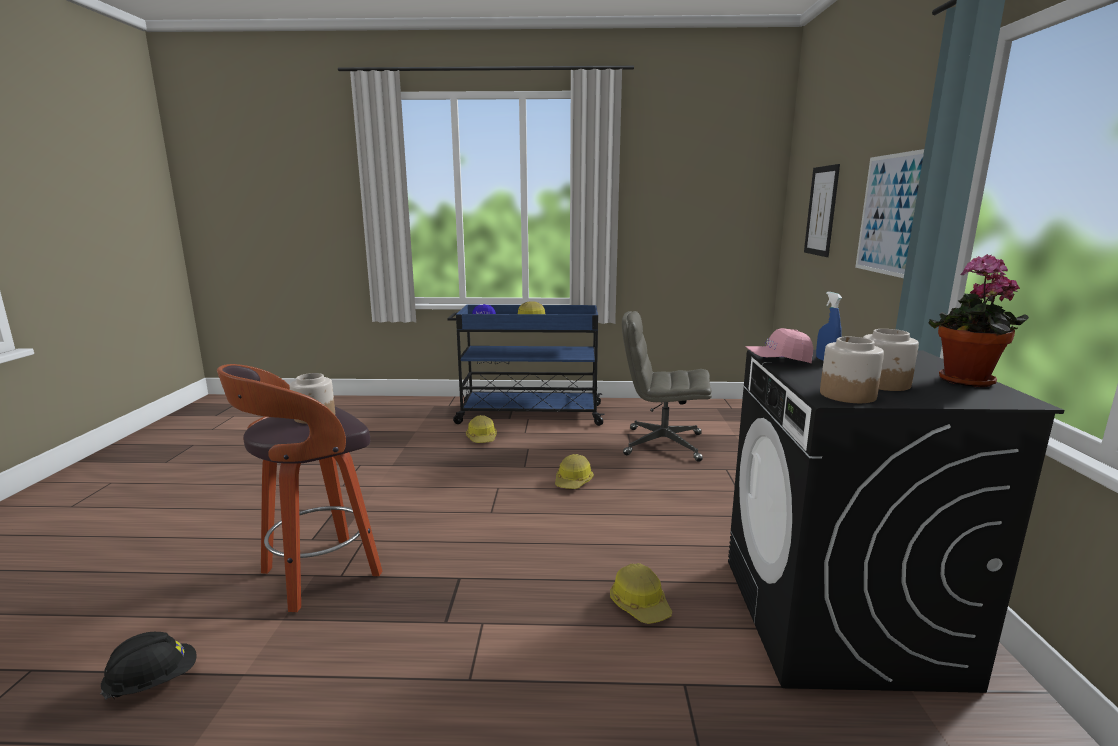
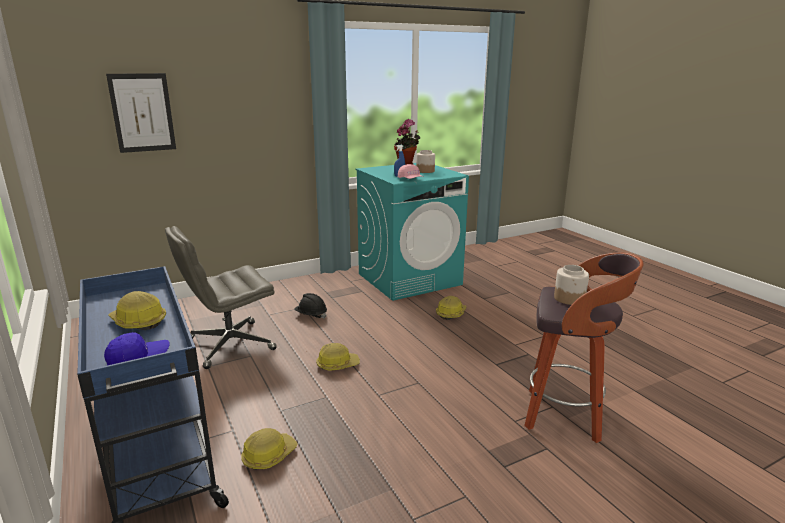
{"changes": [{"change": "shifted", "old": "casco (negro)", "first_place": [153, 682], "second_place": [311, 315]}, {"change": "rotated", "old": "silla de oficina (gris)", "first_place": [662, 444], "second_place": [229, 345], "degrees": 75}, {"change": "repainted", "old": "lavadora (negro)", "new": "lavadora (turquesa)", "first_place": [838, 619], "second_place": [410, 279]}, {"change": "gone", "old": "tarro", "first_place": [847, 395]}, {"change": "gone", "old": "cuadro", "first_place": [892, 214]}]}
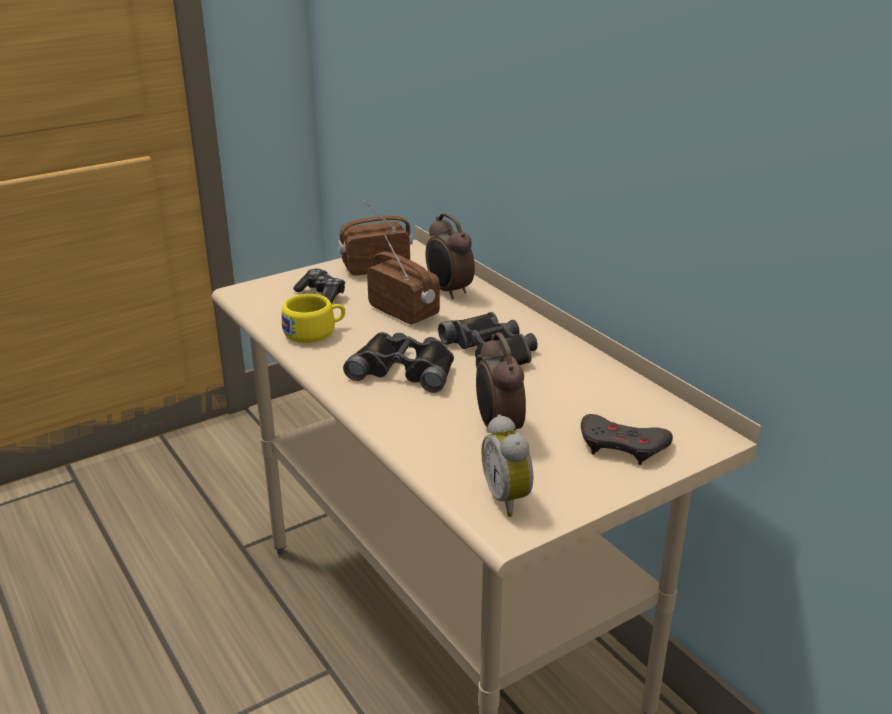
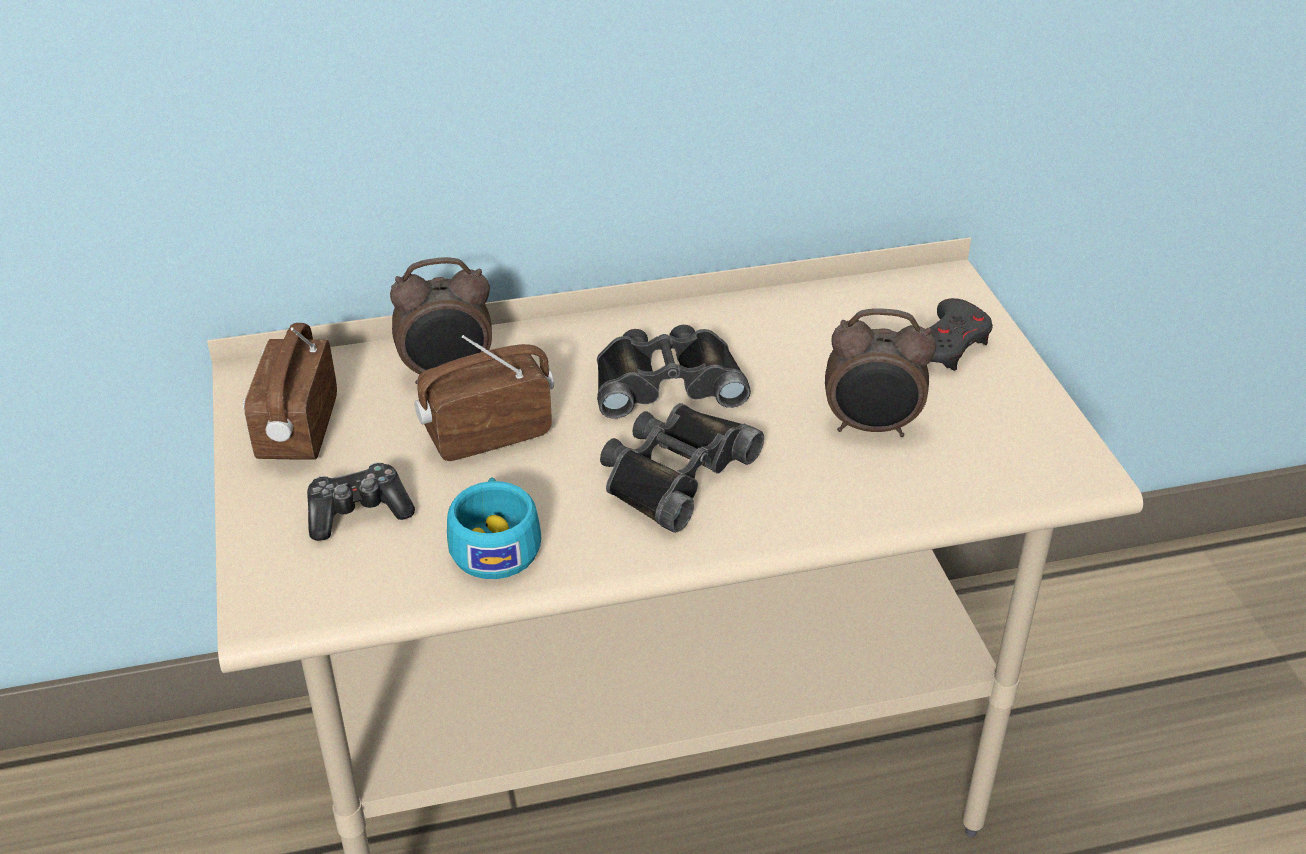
{"changes": [{"change": "repainted", "old": "taza (amarillo)", "new": "taza (turquesa)", "first_place": [315, 332], "second_place": [495, 544]}, {"change": "gone", "old": "despertador", "first_place": [509, 498]}]}
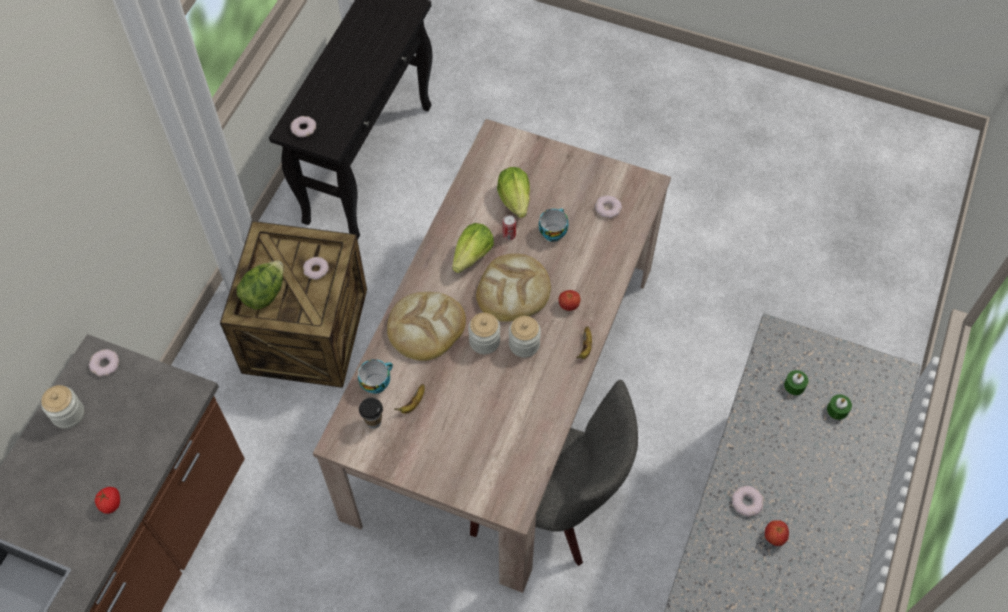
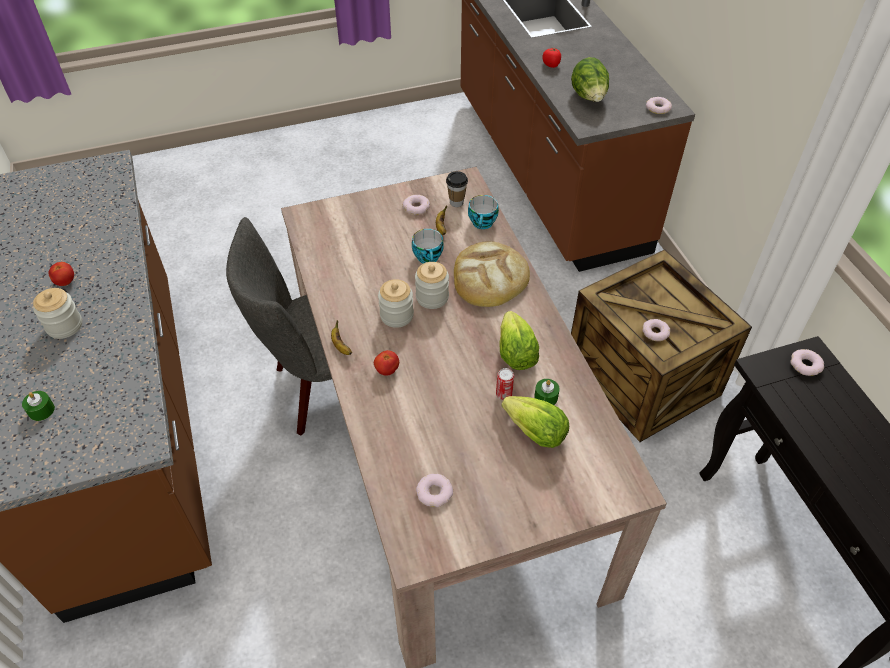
{"changes": [{"change": "shifted", "old": "tarro", "first_place": [68, 414], "second_place": [64, 326]}, {"change": "shifted", "old": "lechuga", "first_place": [264, 294], "second_place": [589, 97]}, {"change": "gone", "old": "pan", "first_place": [513, 290]}, {"change": "shifted", "old": "taza", "first_place": [552, 231], "second_place": [429, 258]}, {"change": "shifted", "old": "rosquilla", "first_place": [746, 502], "second_place": [416, 207]}, {"change": "shifted", "old": "vela (verde)", "first_place": [794, 385], "second_place": [546, 397]}]}
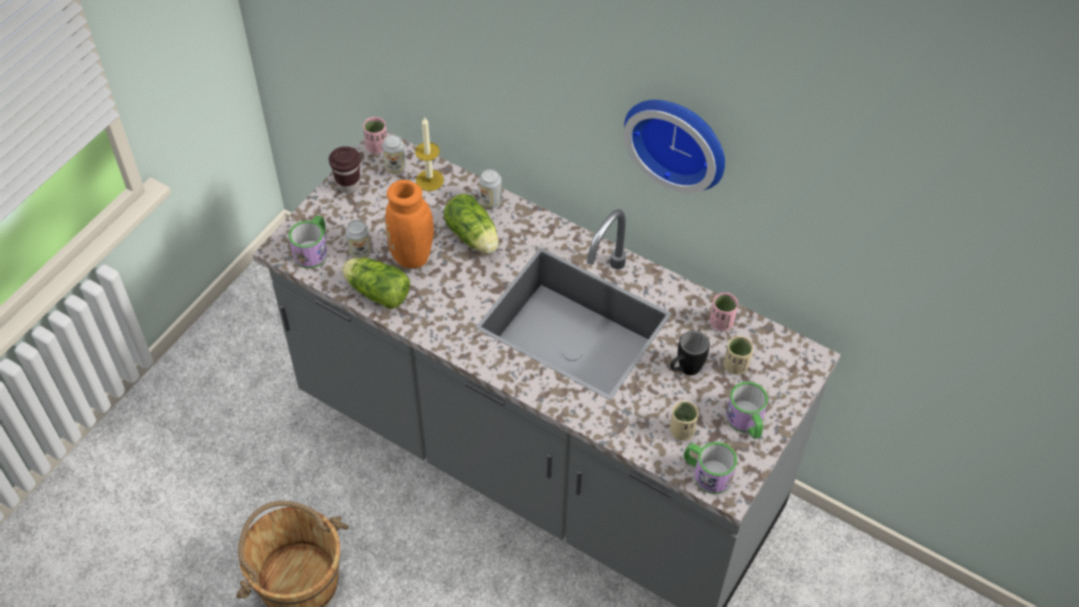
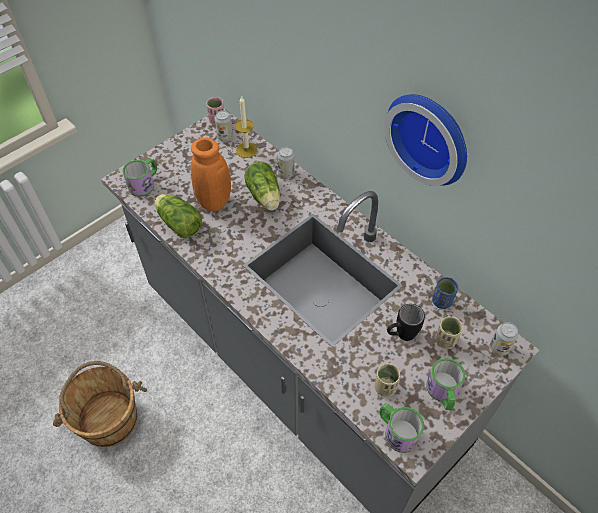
{"changes": [{"change": "gone", "old": "taza (marrón)", "first_place": [348, 185]}, {"change": "shifted", "old": "lata", "first_place": [360, 252], "second_place": [499, 347]}, {"change": "repainted", "old": "taza (rosa)", "new": "taza (azul)", "first_place": [721, 322], "second_place": [442, 301]}]}
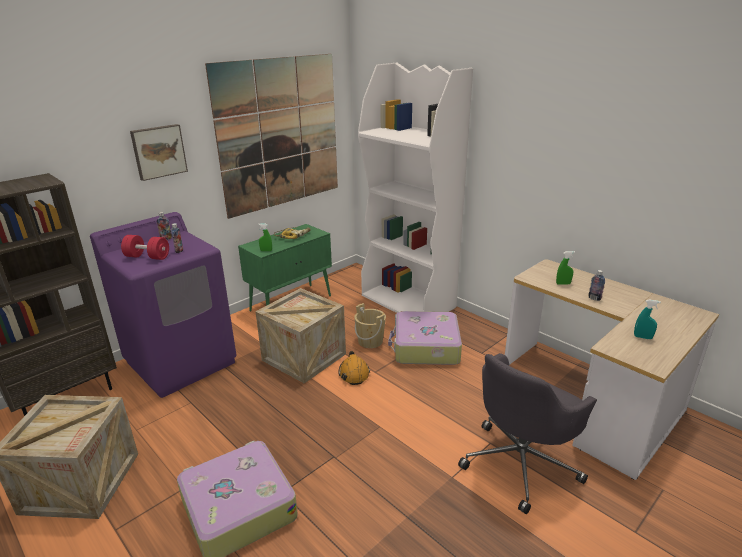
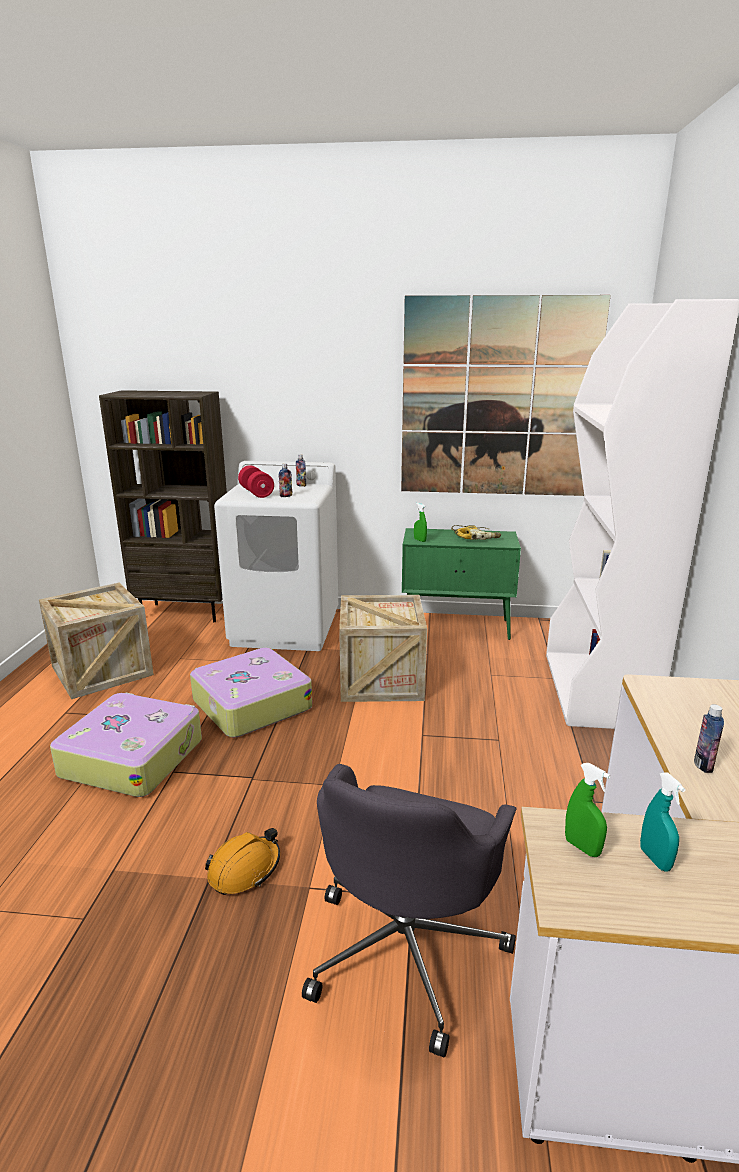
{"changes": [{"change": "repainted", "old": "lavadora (morado)", "new": "lavadora (blanco)", "first_place": [181, 361], "second_place": [286, 628]}, {"change": "gone", "old": "cuadro", "first_place": [158, 151]}, {"change": "shifted", "old": "casco (naranja)", "first_place": [354, 373], "second_place": [244, 869]}, {"change": "gone", "old": "cubo (beis)", "first_place": [370, 341]}, {"change": "shifted", "old": "maleta", "first_place": [425, 347], "second_place": [250, 704]}, {"change": "rotated", "old": "silla de oficina (gris)", "first_place": [520, 463], "second_place": [406, 949], "degrees": -75}, {"change": "shifted", "old": "pulverizador (verde)", "first_place": [563, 284], "second_place": [582, 847]}]}
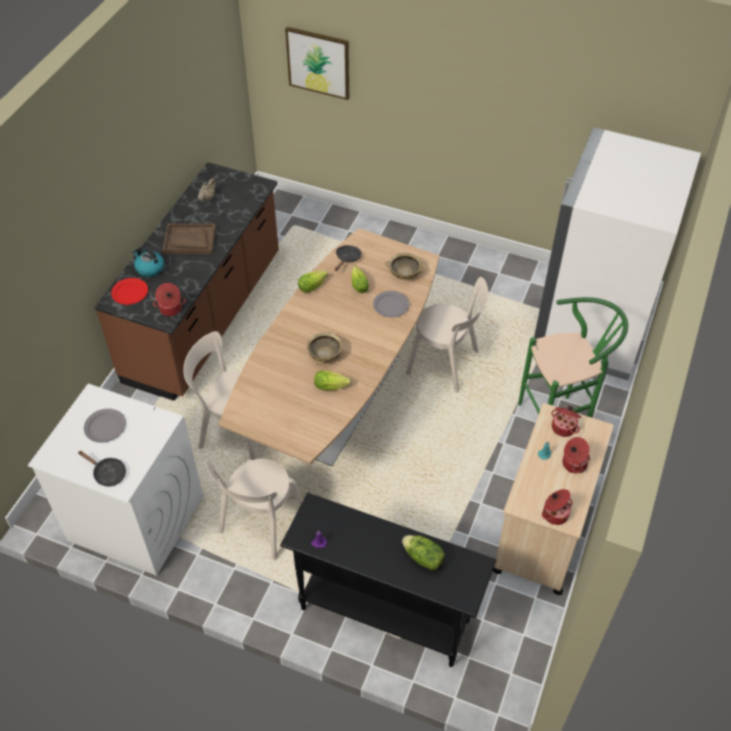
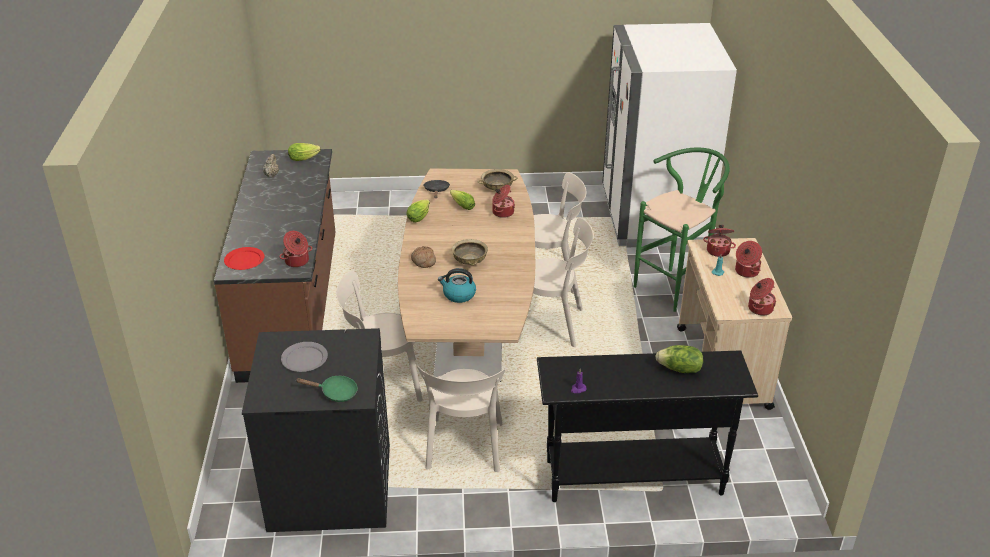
{"changes": [{"change": "repainted", "old": "lavadora (blanco)", "new": "lavadora (negro)", "first_place": [135, 518], "second_place": [329, 488]}, {"change": "repainted", "old": "sartén (negro)", "new": "sartén (verde)", "first_place": [107, 473], "second_place": [335, 393]}, {"change": "shifted", "old": "hervidor", "first_place": [149, 268], "second_place": [458, 295]}, {"change": "gone", "old": "bandeja (marrón)", "first_place": [189, 240]}, {"change": "gone", "old": "cuadro", "first_place": [318, 62]}, {"change": "shifted", "old": "lechuga", "first_place": [332, 386], "second_place": [305, 158]}, {"change": "swapped", "old": "plato (gris)", "new": "olla", "first_place": [390, 305], "second_place": [502, 212]}, {"change": "new", "new": "pan", "second_place": [423, 261]}, {"change": "new", "new": "silla (beis)", "second_place": [554, 325]}]}
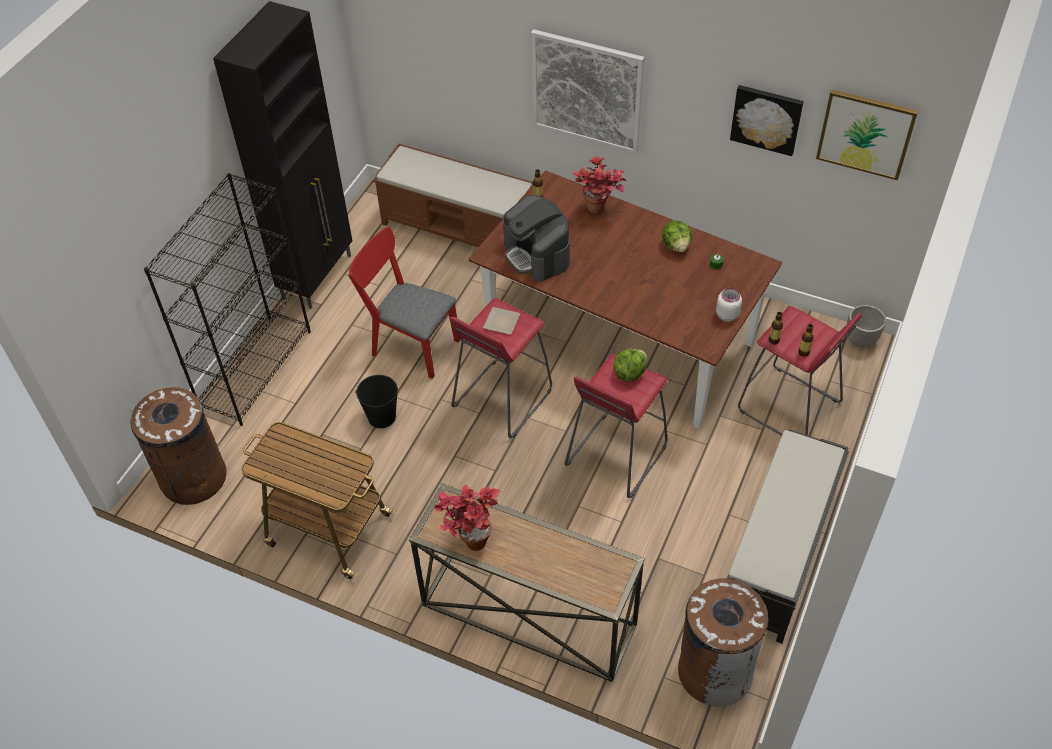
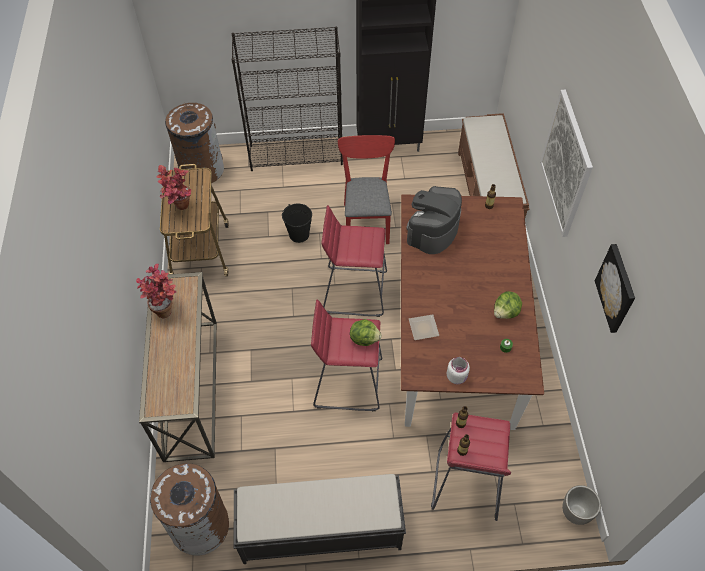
{"changes": [{"change": "shifted", "old": "plato", "first_place": [501, 321], "second_place": [424, 327]}, {"change": "shifted", "old": "planta en maceta", "first_place": [600, 211], "second_place": [180, 209]}, {"change": "gone", "old": "cuadro", "first_place": [865, 134]}]}
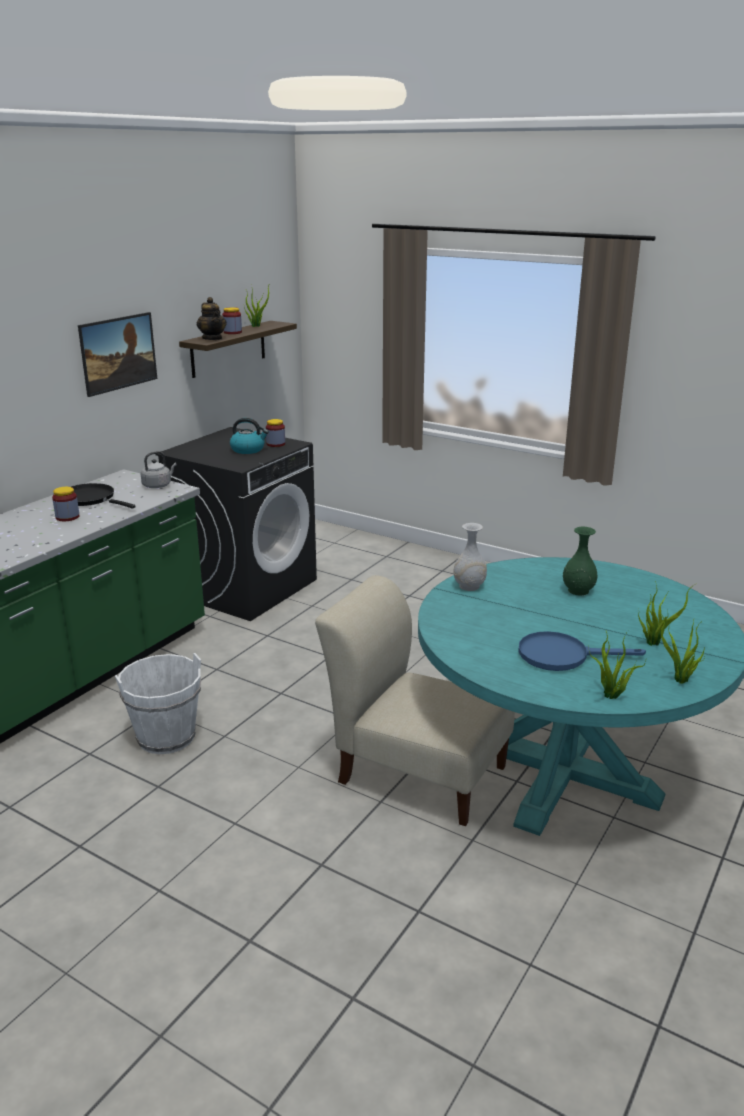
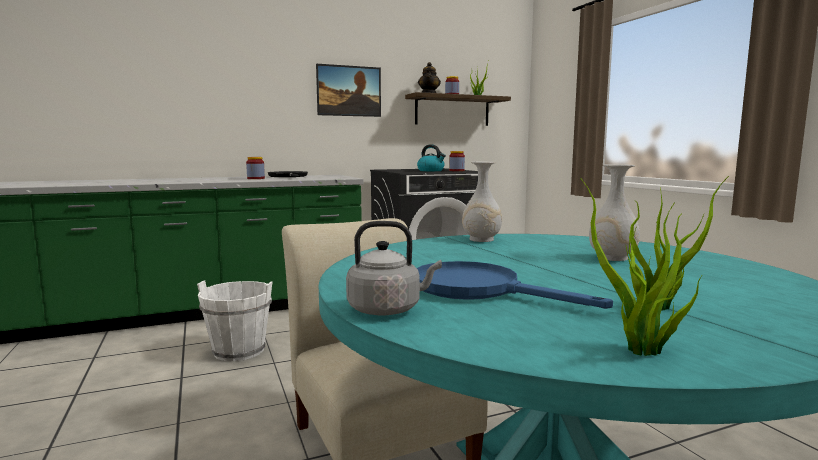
{"changes": [{"change": "shifted", "old": "hervidor (gris)", "first_place": [158, 485], "second_place": [388, 309]}, {"change": "repainted", "old": "florero (verde)", "new": "florero (blanco)", "first_place": [578, 590], "second_place": [612, 257]}, {"change": "gone", "old": "planta en maceta", "first_place": [611, 696]}]}
